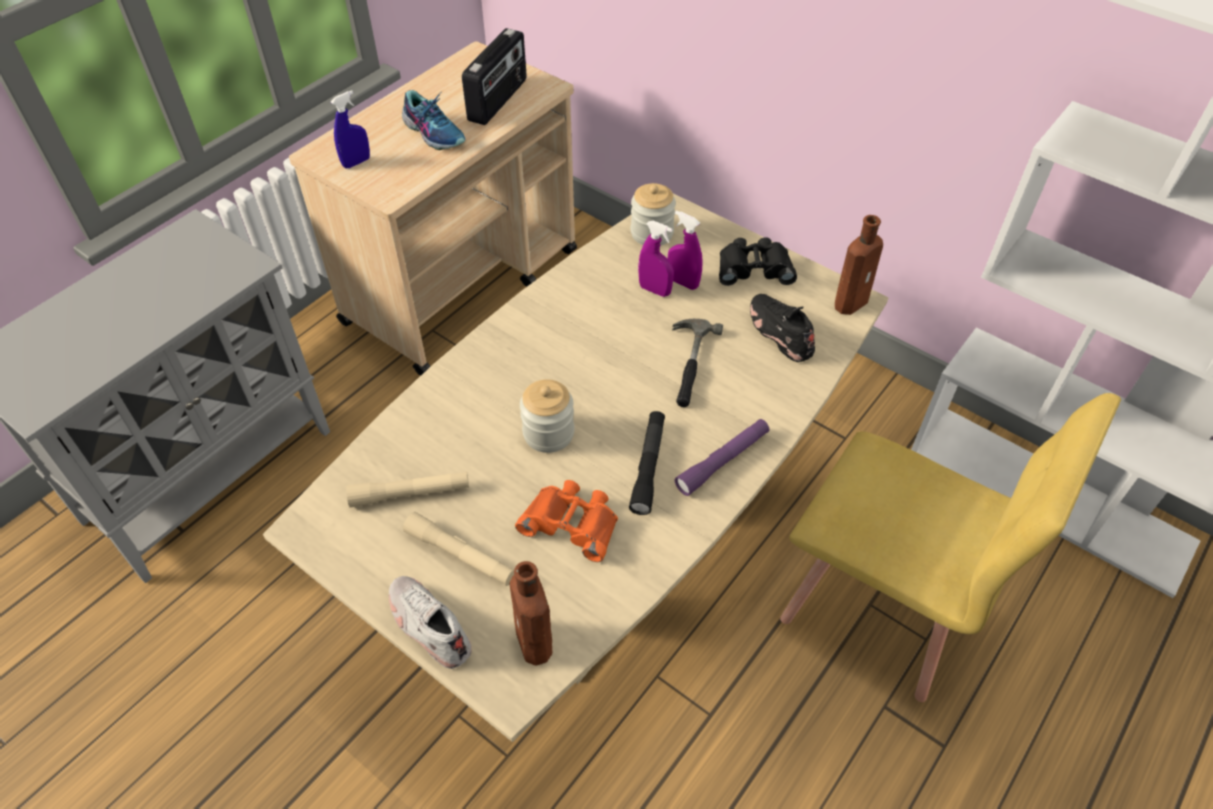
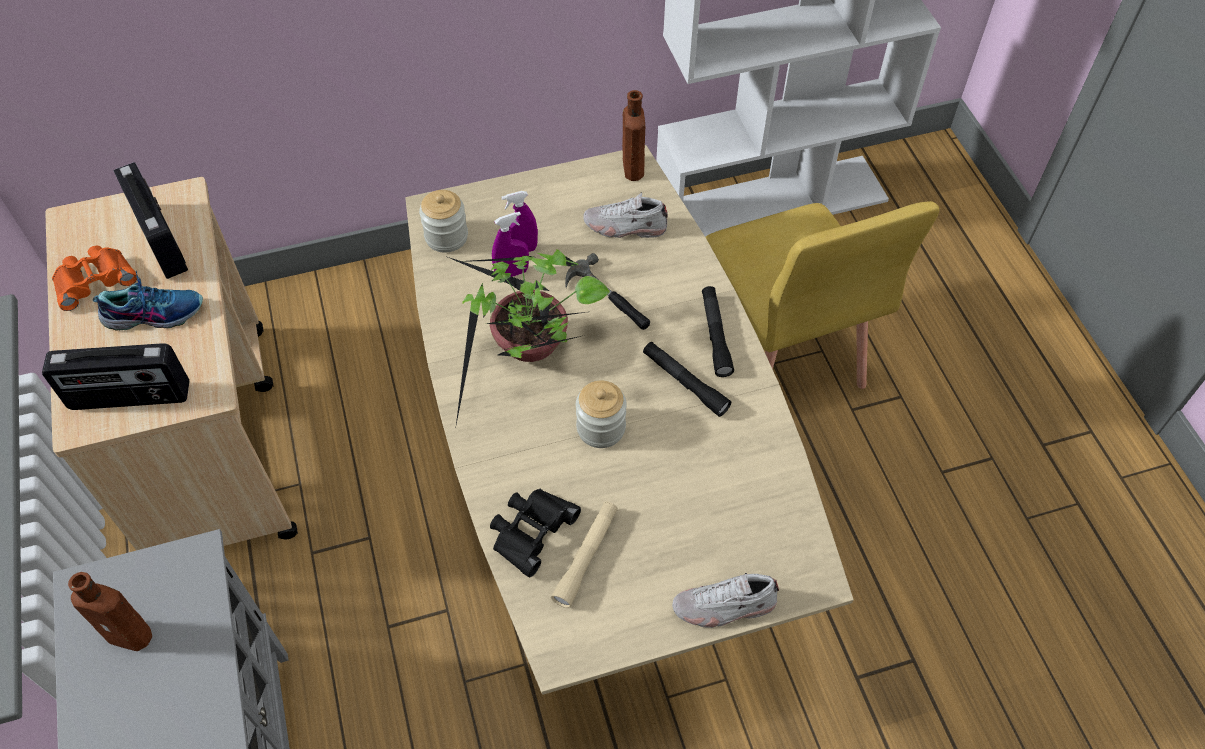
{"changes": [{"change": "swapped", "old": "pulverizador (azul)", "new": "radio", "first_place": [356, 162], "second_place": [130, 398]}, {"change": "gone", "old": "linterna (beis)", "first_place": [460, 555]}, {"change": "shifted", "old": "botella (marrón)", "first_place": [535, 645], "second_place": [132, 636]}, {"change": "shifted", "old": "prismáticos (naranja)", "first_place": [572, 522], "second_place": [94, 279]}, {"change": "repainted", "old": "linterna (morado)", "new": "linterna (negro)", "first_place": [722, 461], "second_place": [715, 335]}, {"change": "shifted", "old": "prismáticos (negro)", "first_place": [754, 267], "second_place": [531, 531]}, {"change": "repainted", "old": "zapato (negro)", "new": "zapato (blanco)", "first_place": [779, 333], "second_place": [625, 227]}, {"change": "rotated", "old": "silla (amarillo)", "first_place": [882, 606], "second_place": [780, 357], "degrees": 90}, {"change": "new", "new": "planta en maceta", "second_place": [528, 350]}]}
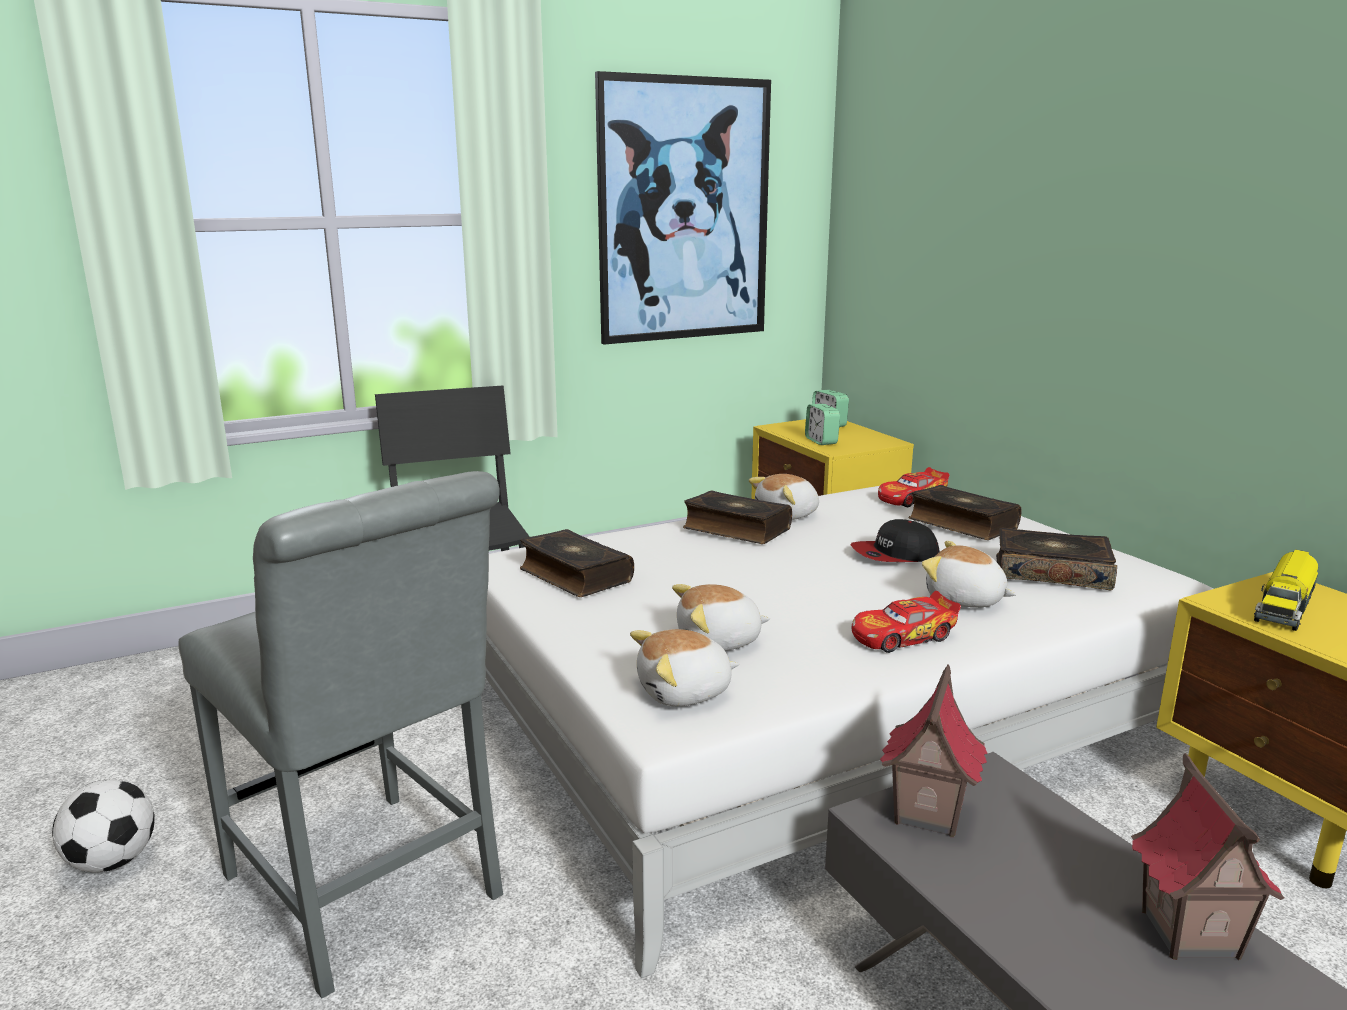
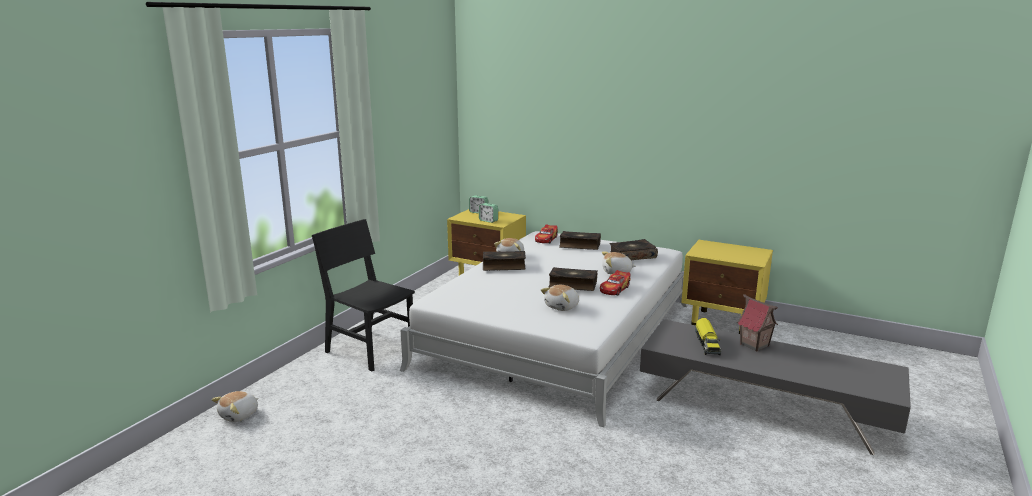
{"changes": [{"change": "gone", "old": "balón de fútbol", "first_place": [112, 862]}, {"change": "gone", "old": "silla (gris)", "first_place": [368, 894]}, {"change": "shifted", "old": "libro", "first_place": [574, 576], "second_place": [572, 285]}, {"change": "gone", "old": "cuadro", "first_place": [684, 211]}, {"change": "shifted", "old": "peluche", "first_place": [685, 692], "second_place": [239, 415]}, {"change": "gone", "old": "gorra", "first_place": [894, 555]}, {"change": "gone", "old": "casita", "first_place": [927, 813]}, {"change": "shifted", "old": "camión de juguete", "first_place": [1285, 605], "second_place": [707, 343]}]}
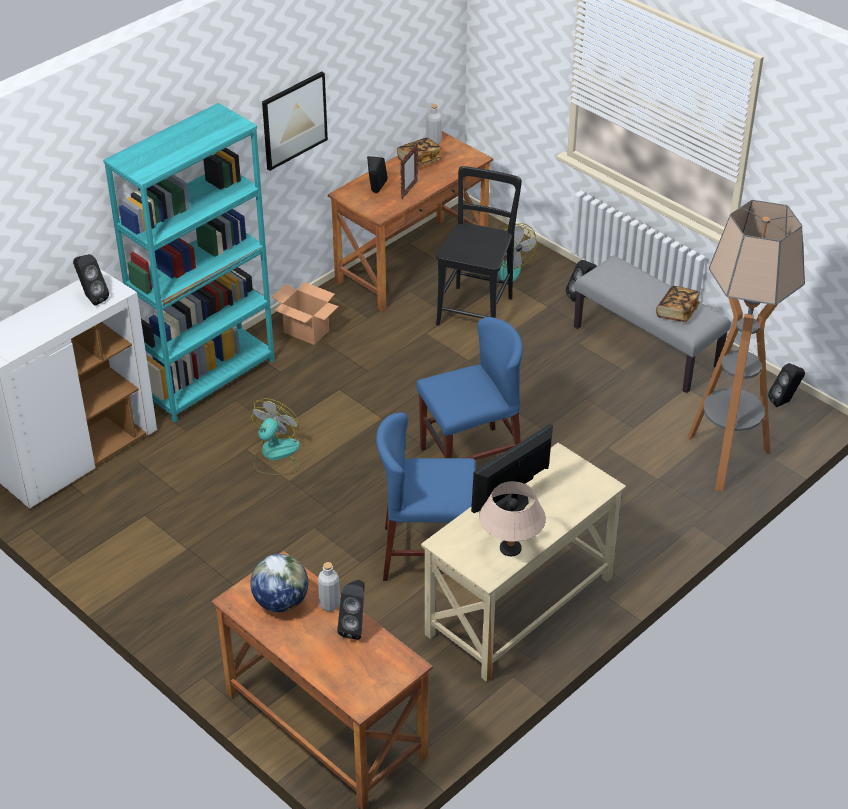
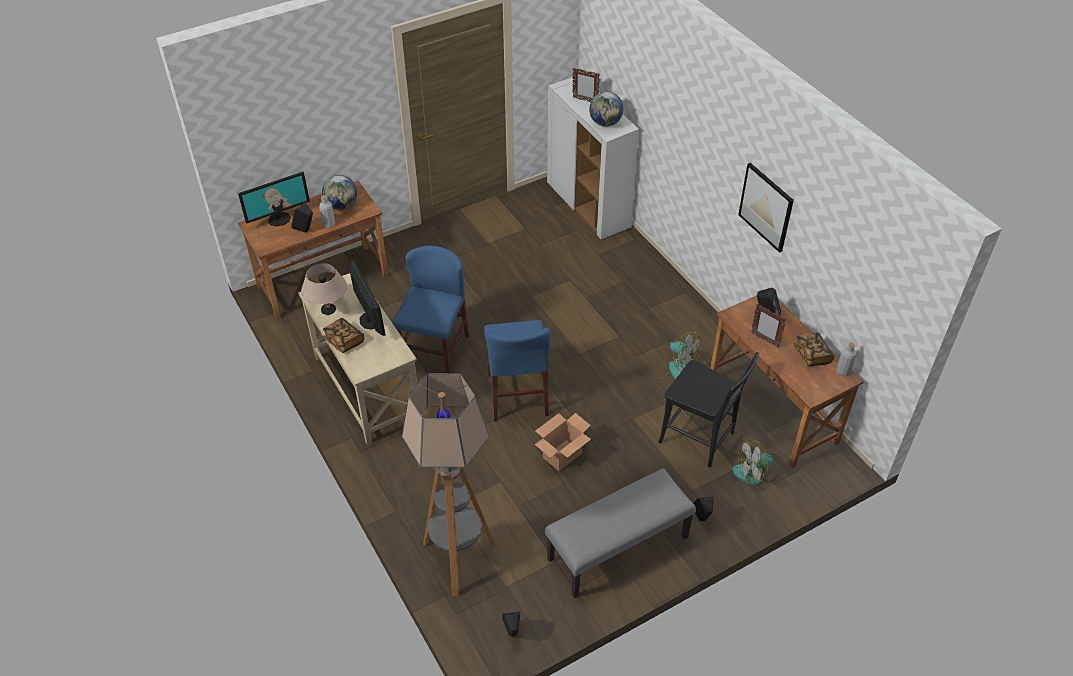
{"changes": [{"change": "swapped", "old": "altavoz (negro)", "new": "globo terráqueo", "first_place": [92, 298], "second_place": [605, 123]}, {"change": "gone", "old": "estantería (turquesa)", "first_place": [208, 378]}, {"change": "shifted", "old": "ventilador", "first_place": [275, 455], "second_place": [674, 367]}, {"change": "shifted", "old": "caja de cartón", "first_place": [307, 331], "second_place": [562, 456]}, {"change": "shifted", "old": "libro", "first_place": [677, 312], "second_place": [344, 341]}, {"change": "new", "new": "monitor", "second_place": [279, 219]}, {"change": "new", "new": "portarretratos", "second_place": [585, 100]}]}
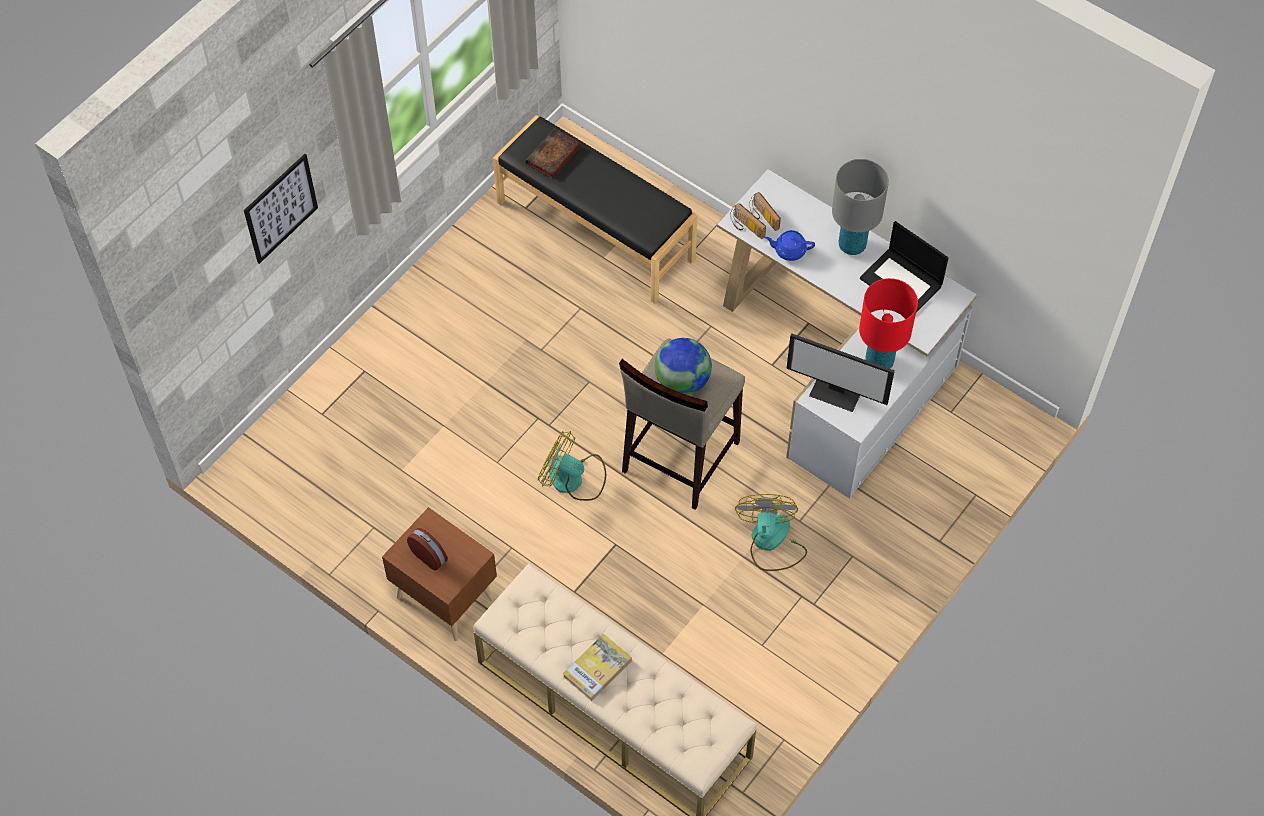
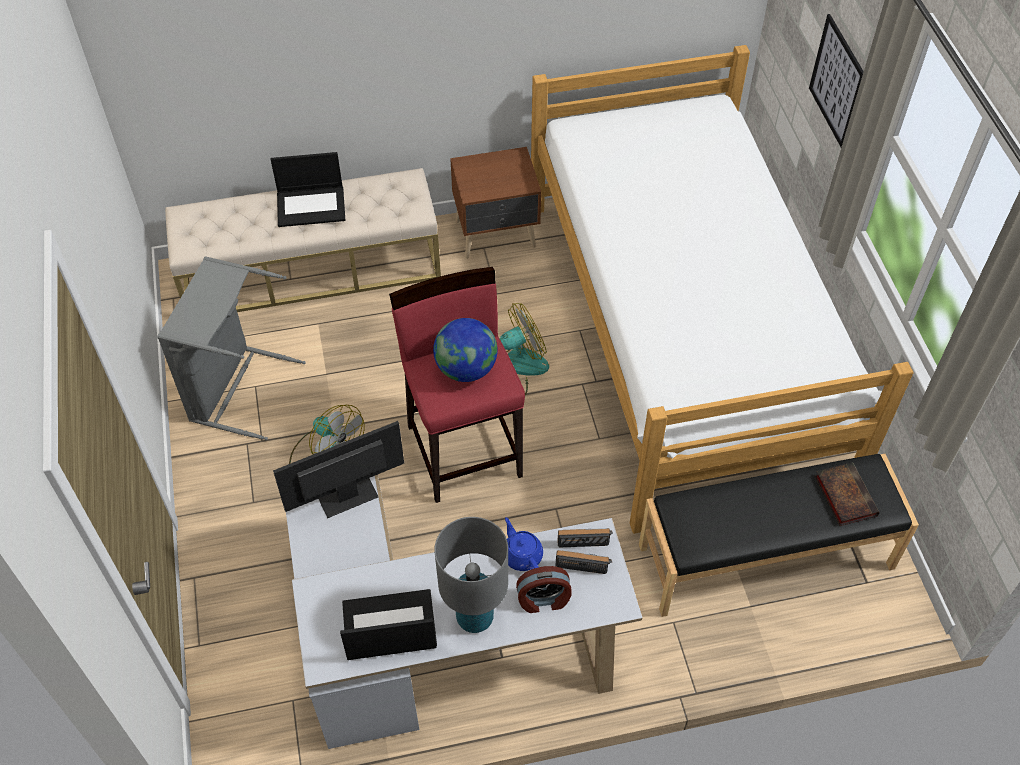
{"changes": [{"change": "shifted", "old": "despertador", "first_place": [429, 555], "second_place": [543, 600]}, {"change": "swapped", "old": "libro", "new": "portátil", "first_place": [597, 668], "second_place": [312, 206]}, {"change": "repainted", "old": "taburete (beis)", "new": "taburete (rojo)", "first_place": [679, 457], "second_place": [465, 449]}, {"change": "rotated", "old": "tetera (azul)", "first_place": [789, 250], "second_place": [521, 555], "degrees": -75}, {"change": "gone", "old": "lámpara de mesa (rojo)", "first_place": [879, 362]}, {"change": "new", "new": "cesto de la ropa (gris)", "second_place": [236, 388]}, {"change": "new", "new": "cama", "second_place": [682, 335]}]}
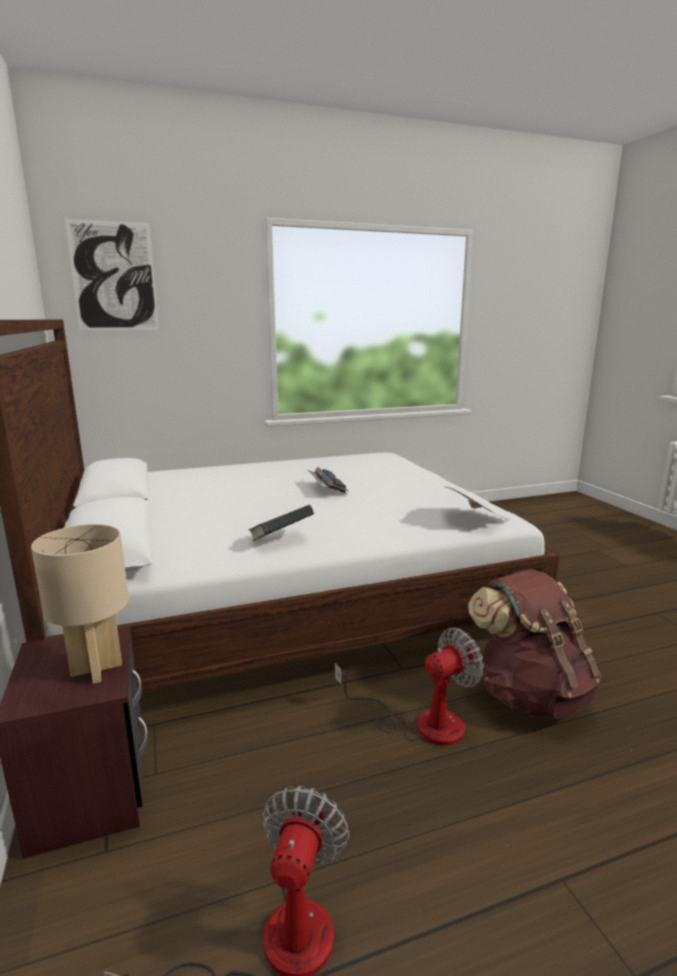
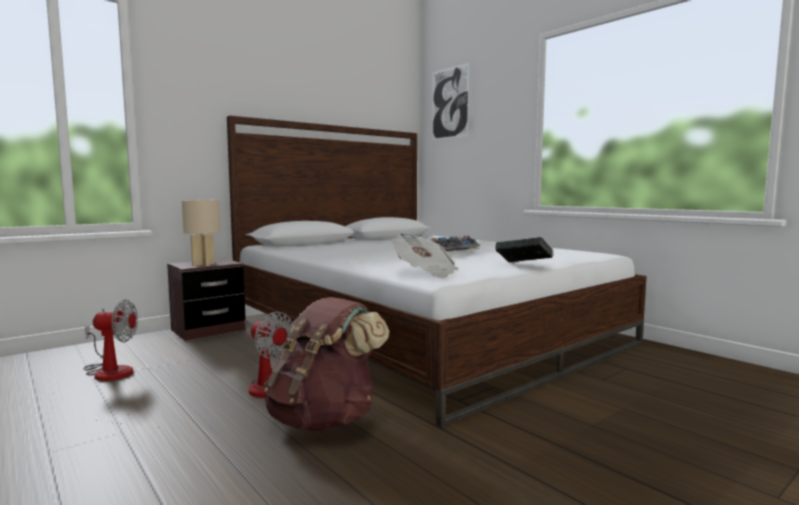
{"changes": [{"change": "shifted", "old": "libro", "first_place": [281, 540], "second_place": [523, 265]}]}
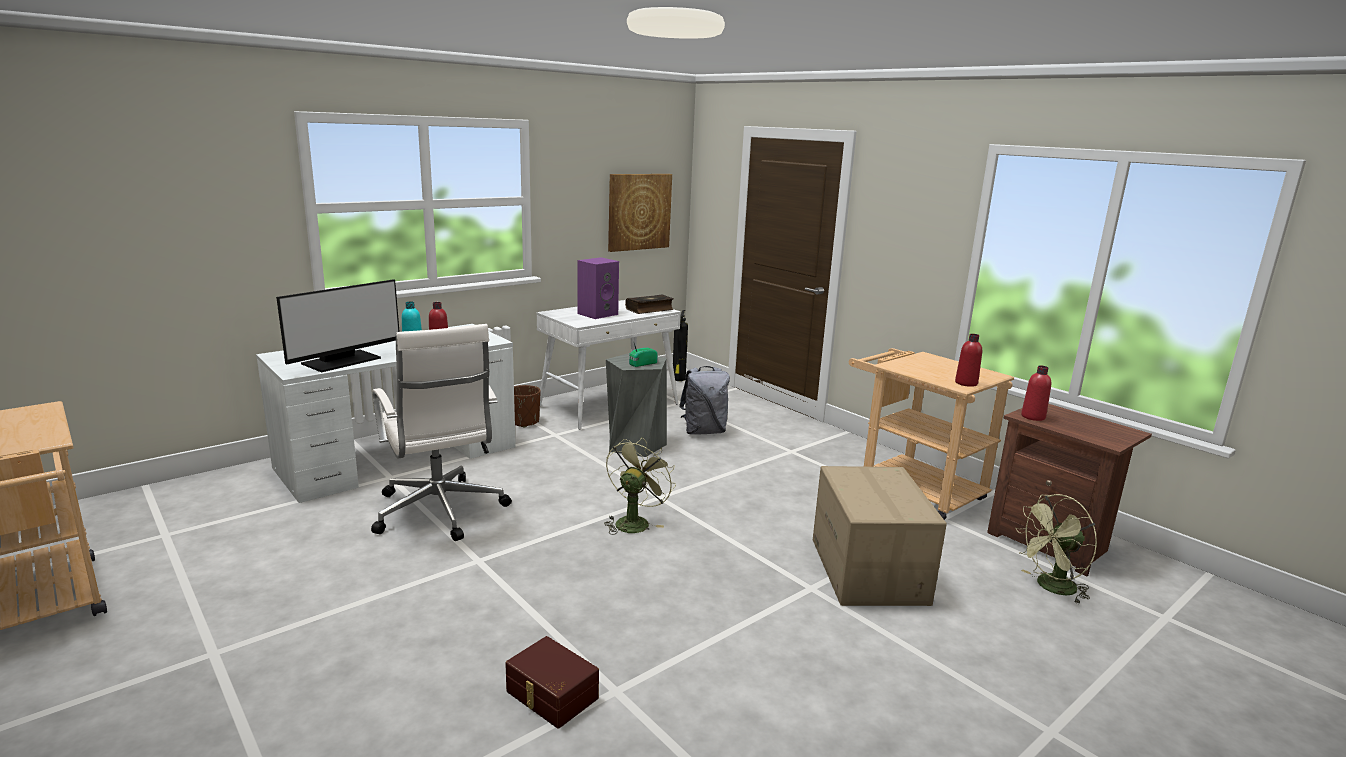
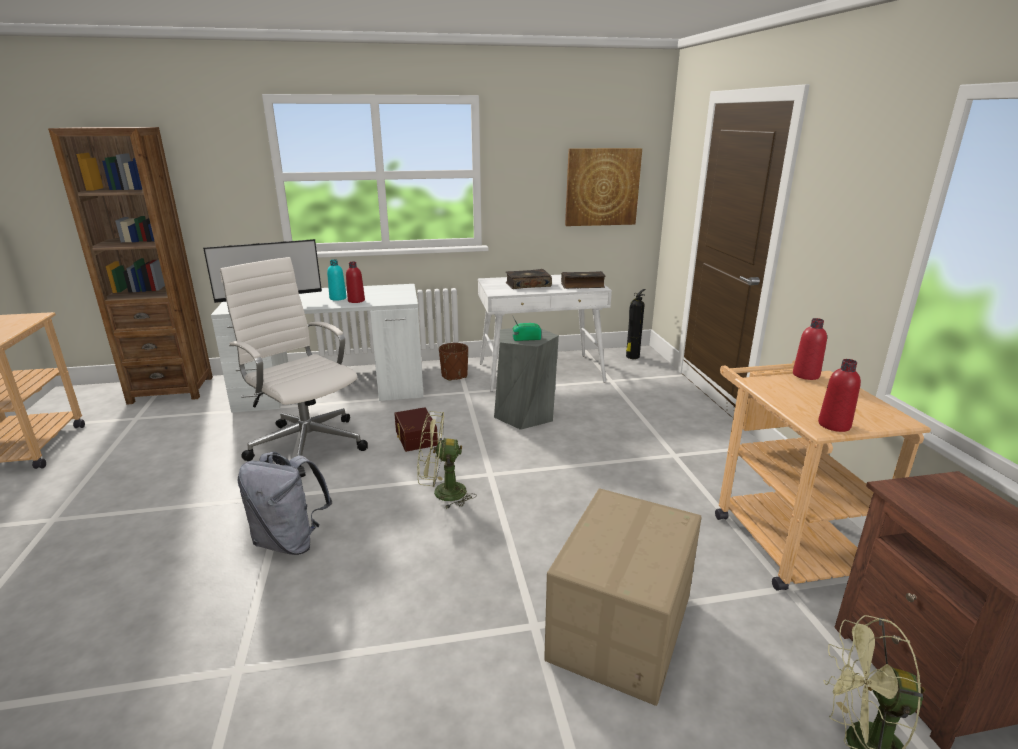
{"changes": [{"change": "rotated", "old": "silla de oficina (blanco)", "first_place": [440, 512], "second_place": [307, 443], "degrees": 135}, {"change": "shifted", "old": "caja de almacenaje (marrón)", "first_place": [551, 696], "second_place": [415, 438]}, {"change": "swapped", "old": "altavoz (morado)", "new": "libro", "first_place": [598, 314], "second_place": [528, 285]}, {"change": "rotated", "old": "ventilador (verde)", "first_place": [634, 521], "second_place": [442, 493], "degrees": -150}, {"change": "shifted", "old": "mochila (gris)", "first_place": [703, 431], "second_place": [290, 541]}, {"change": "shifted", "old": "botella (rojo)", "first_place": [1033, 417], "second_place": [806, 375]}, {"change": "new", "new": "estantería (marrón)", "second_place": [171, 390]}]}
